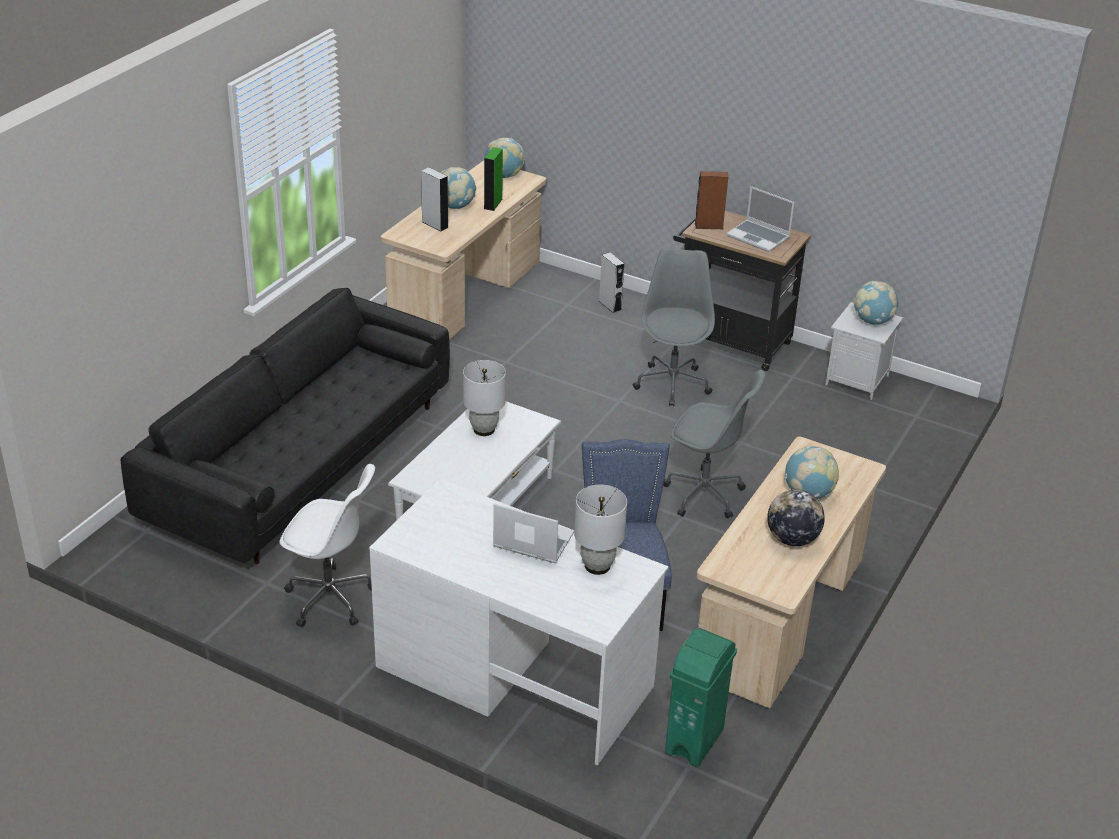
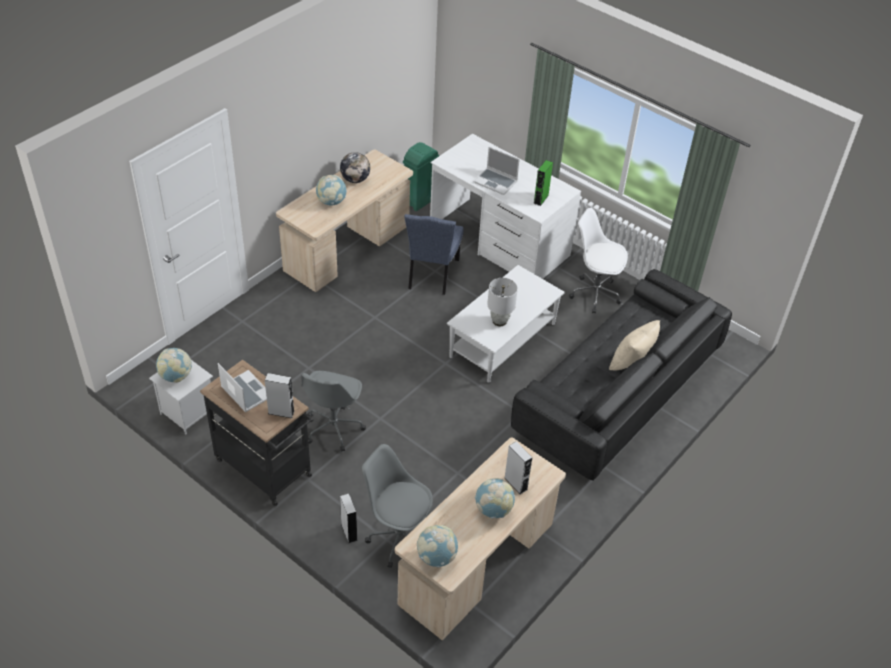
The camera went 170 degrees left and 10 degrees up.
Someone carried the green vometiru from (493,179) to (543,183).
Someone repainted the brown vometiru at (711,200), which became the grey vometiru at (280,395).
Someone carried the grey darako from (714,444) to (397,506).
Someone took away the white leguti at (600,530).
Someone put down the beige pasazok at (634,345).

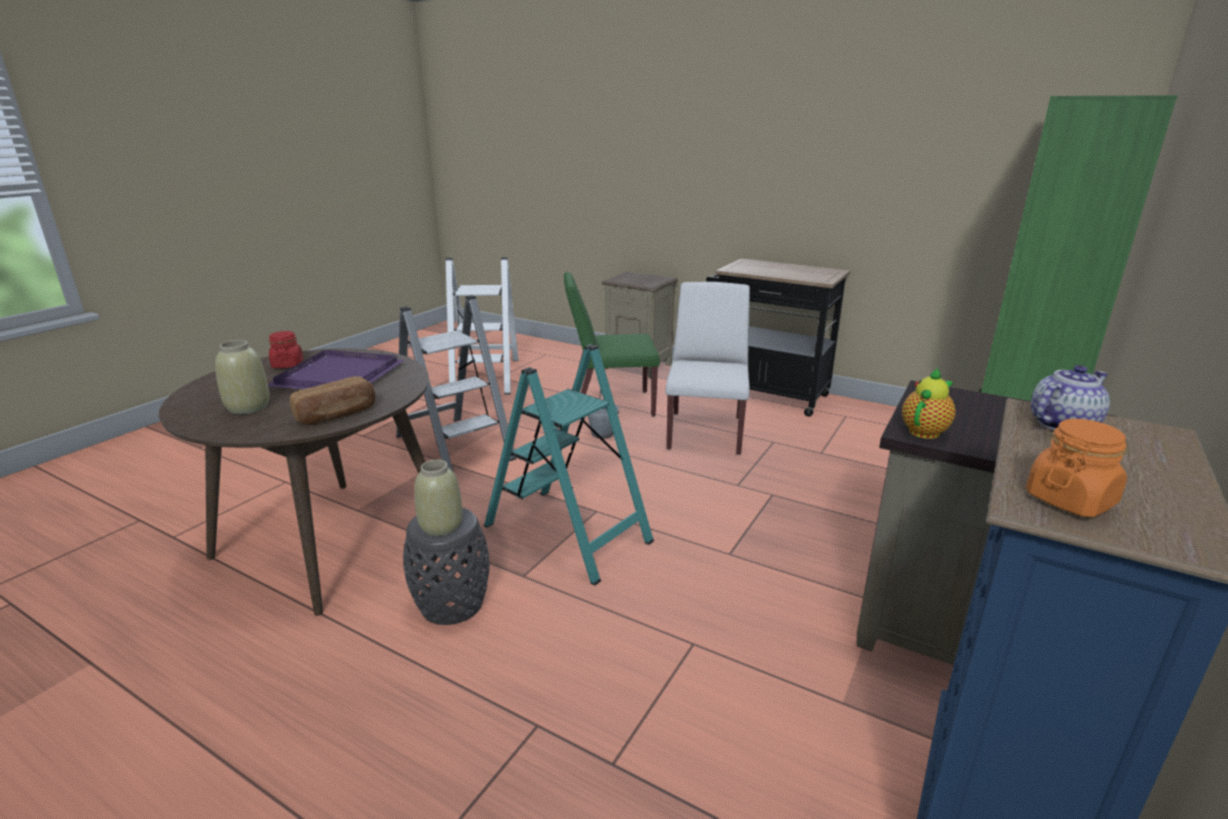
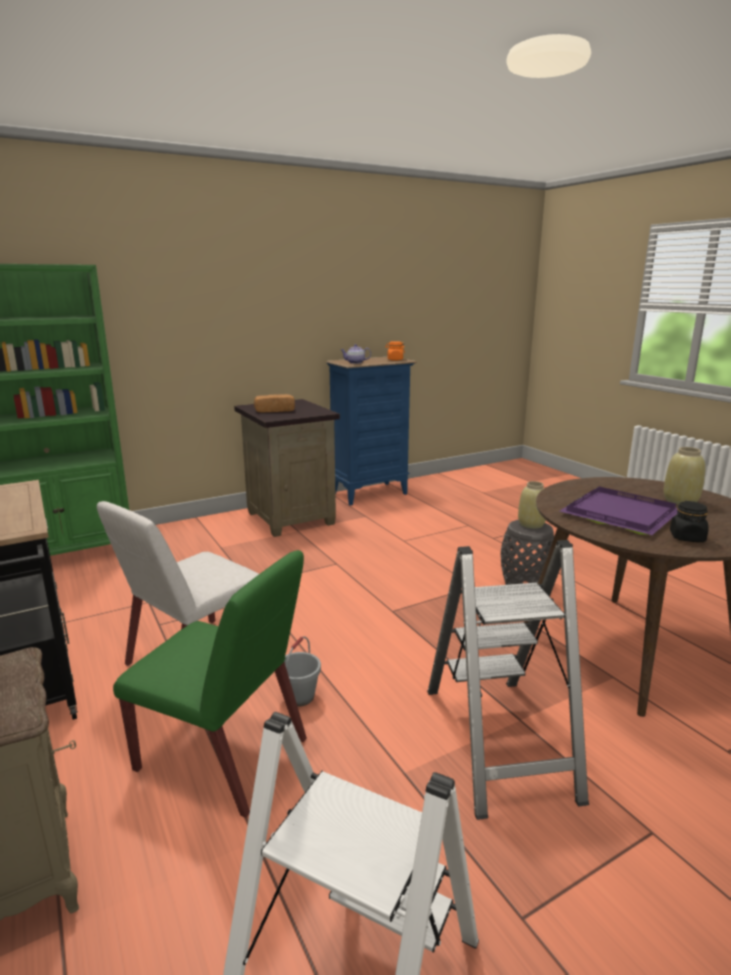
The camera went 150 degrees left and 5 degrees down.
Someone repainted the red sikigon at (286,349), which became the black sikigon at (689,521).
Someone took away the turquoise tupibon at (568,465).
Someone took away the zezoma at (929,403).
Someone carried the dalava from (333,400) to (274,403).

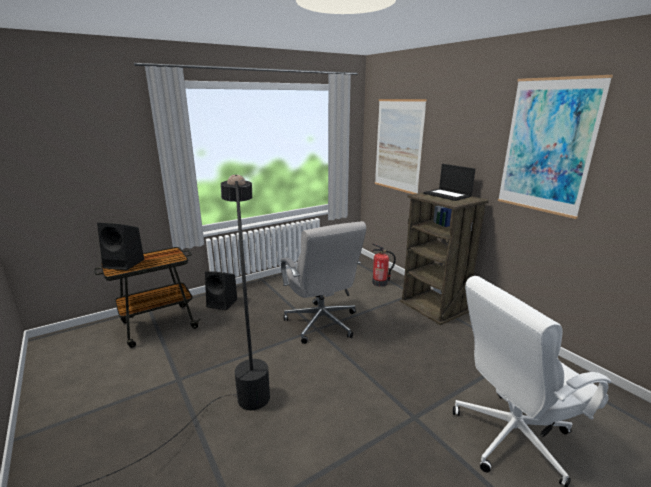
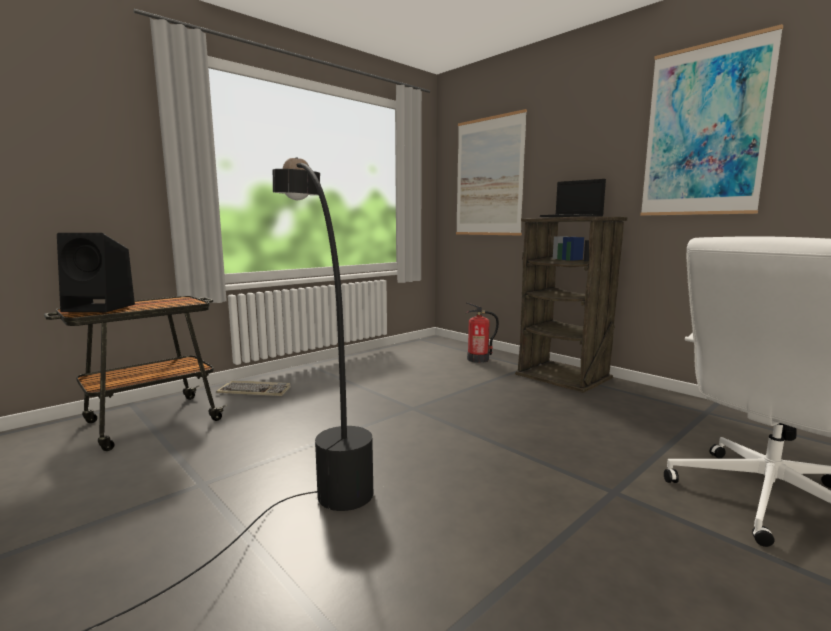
The camera went 10 degrees left and 10 degrees down.
Someone took away the grey darako at (323,282).
Someone swapped the black vometiru at (221,290) for the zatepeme at (253,388).

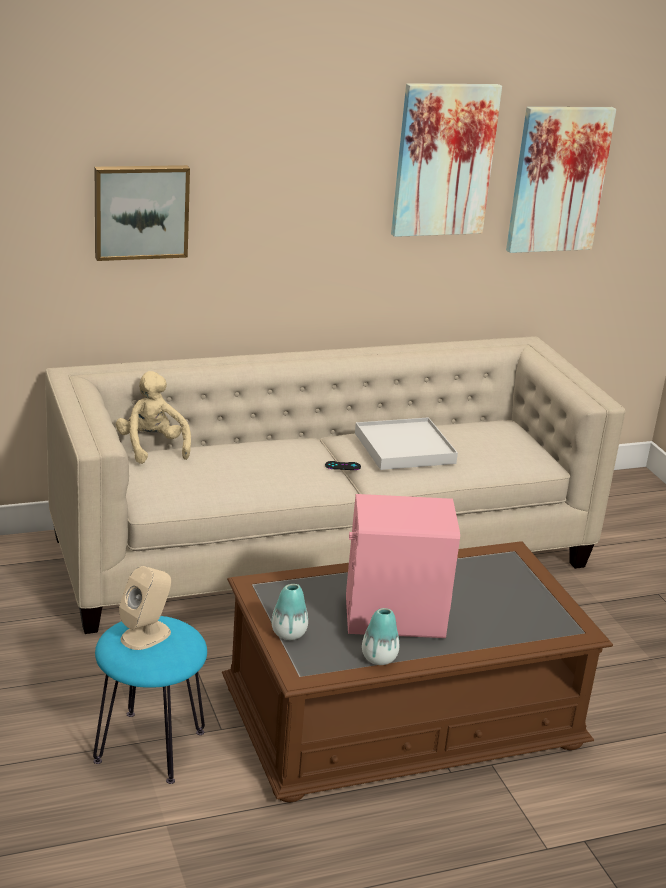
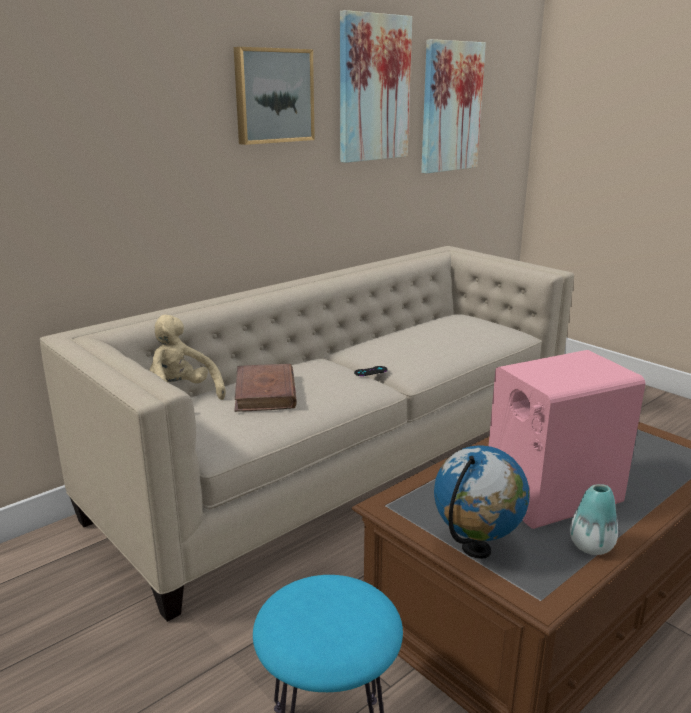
The camera went 20 degrees left and 5 degrees down.
Someone carried the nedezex from (142,213) to (274,96).
Someone took away the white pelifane at (406,443).
Someone took away the beige vometiru at (145,608).
Someone swapped the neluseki at (289,612) for the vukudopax at (481,502).
Someone put down the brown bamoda at (265,388).

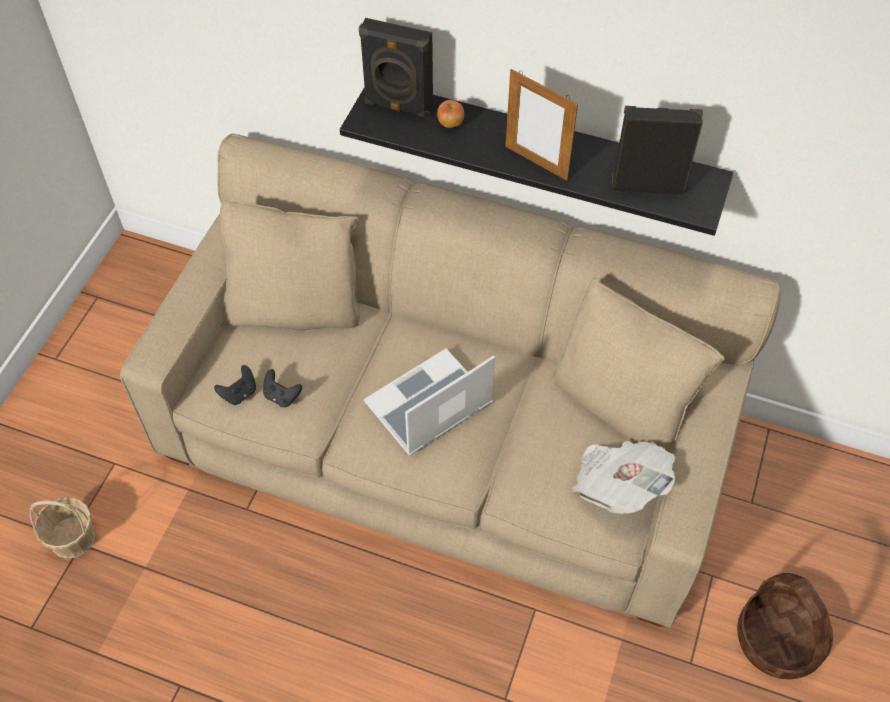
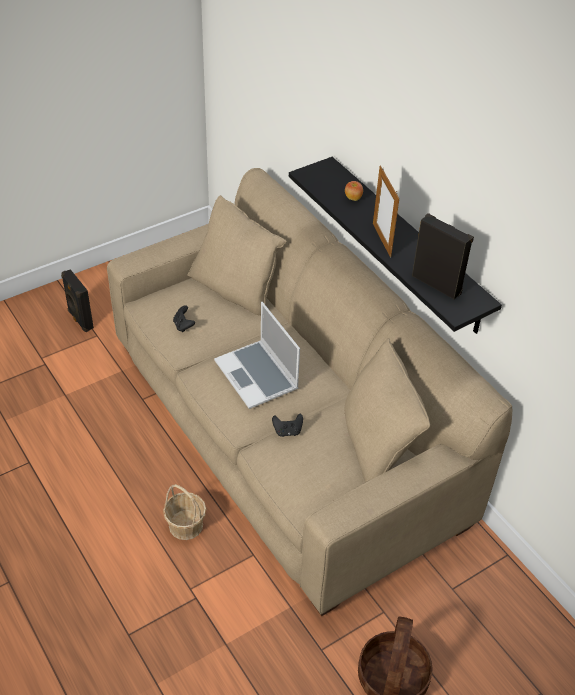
The camera went 35 degrees right and 10 degrees down.
Someone carried the black vometiru from (396,68) to (77,300).
Someone rotated the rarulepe at (429,402) by 120 degrees counterclockwise.
Someone carried the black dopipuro from (235,385) to (287,425).
Someone took away the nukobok at (624,477).
Someone carried the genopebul from (62,528) to (184,512).

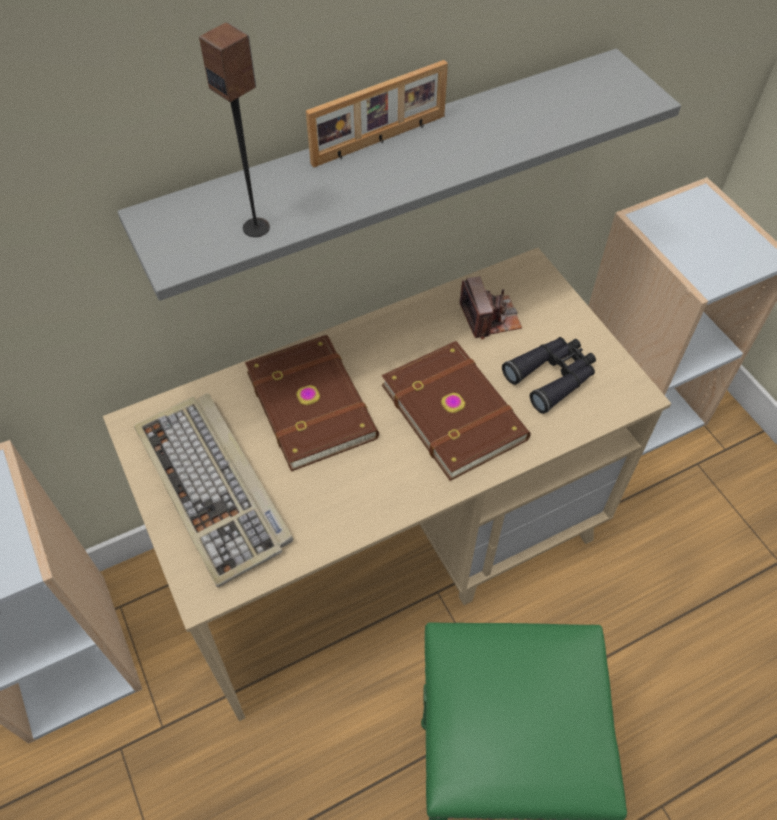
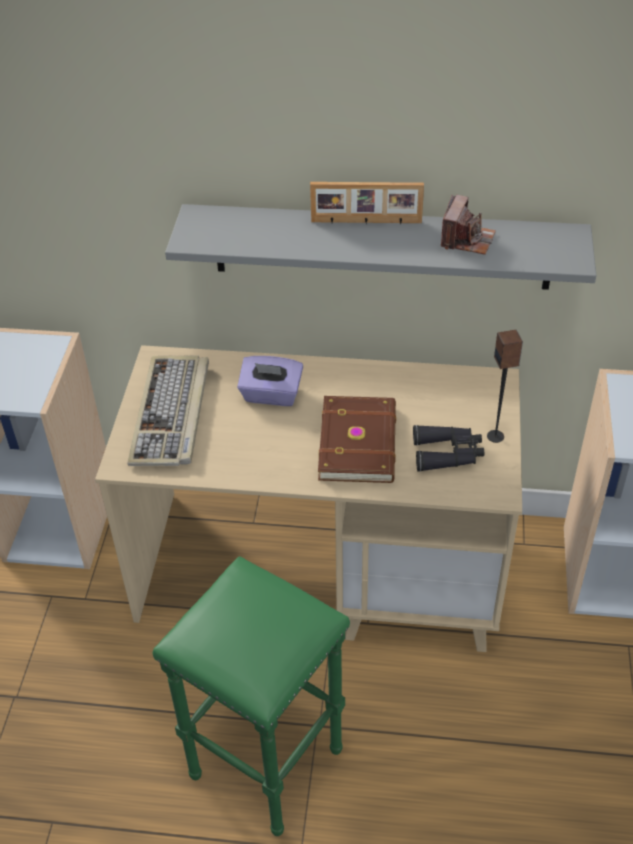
The camera went 35 degrees right and 10 degrees down.
Someone carried the vometiru from (234,129) to (505,386).
Someone carried the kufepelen from (490,307) to (468,224).
Someone swapped the brown bamoda at (312,403) for the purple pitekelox at (270,381).

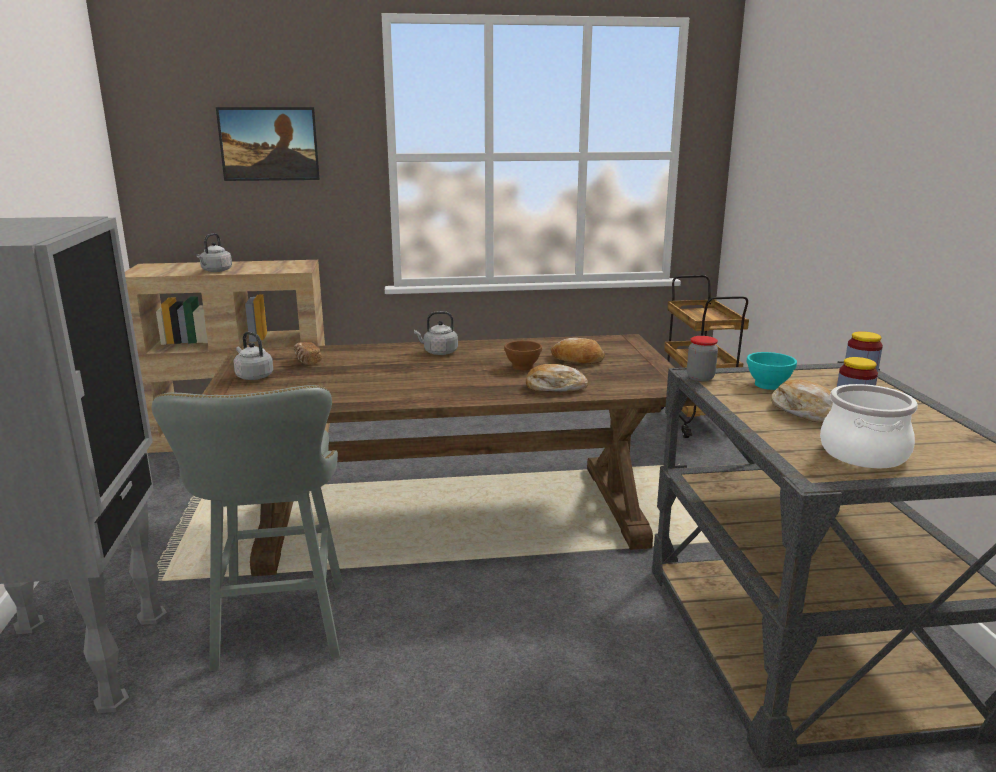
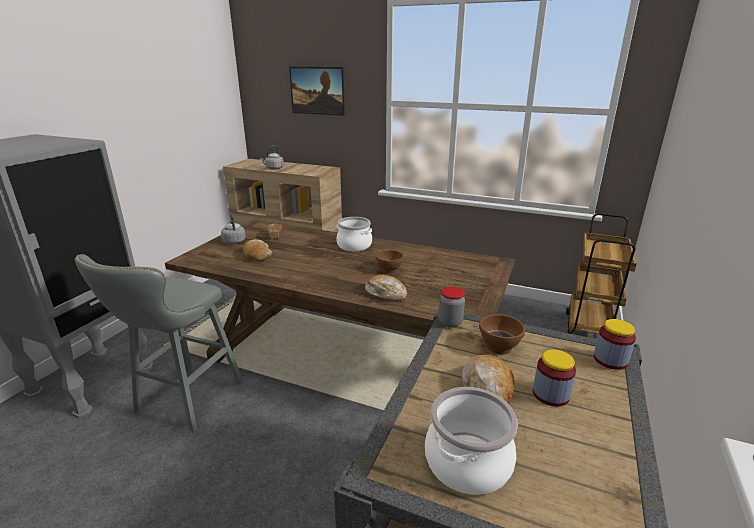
The camera went 30 degrees right and 5 degrees up.
Someone swapped the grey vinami at (436,333) for the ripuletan at (354,234).
Someone carried the dalava from (578,351) to (257,250).
Someone repainted the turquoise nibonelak at (772,371), which became the brown nibonelak at (502,334).

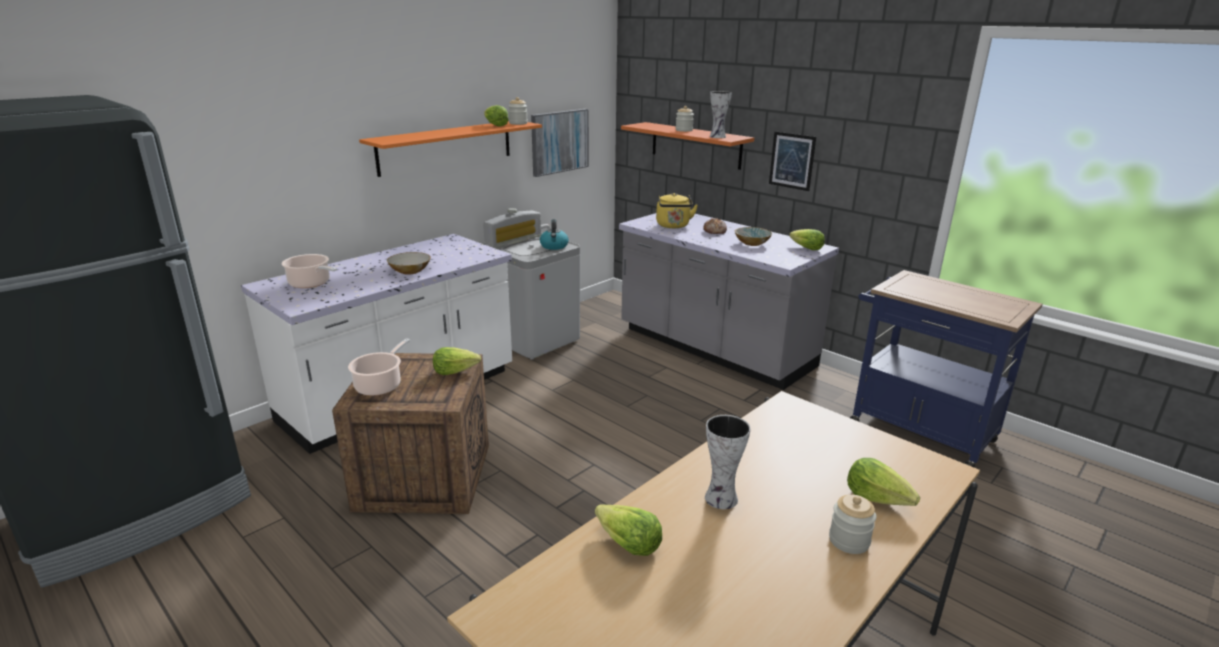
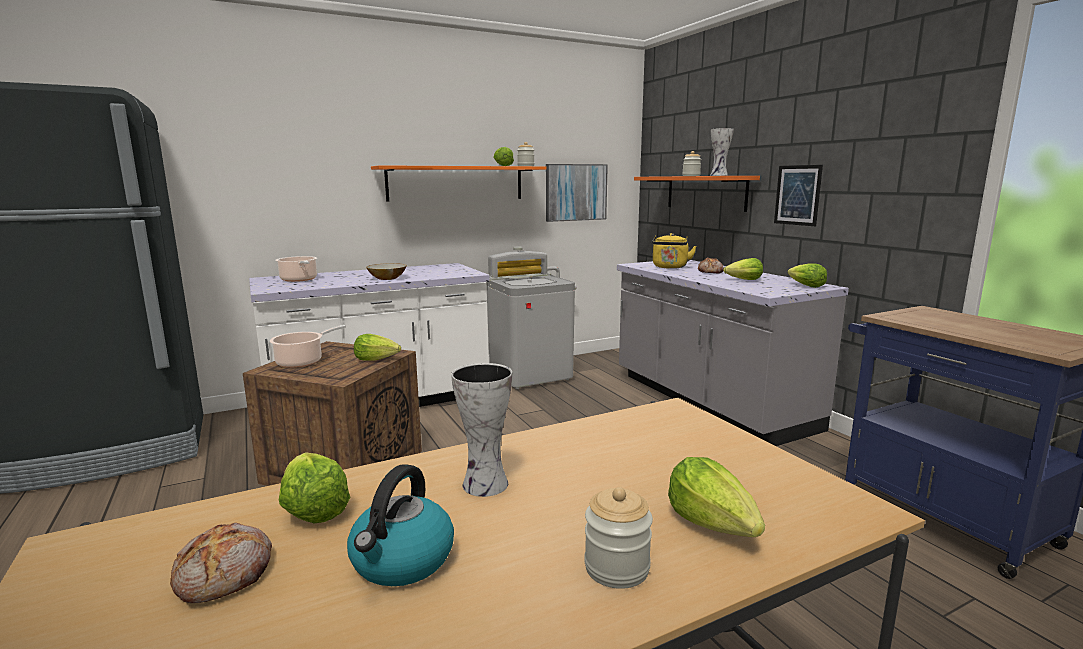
The camera went 20 degrees right and 10 degrees down.
Someone carried the vinami from (554,234) to (400,525).
Someone swapped the nibonelak at (753,236) for the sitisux at (743,269).
Someone put down the dalava at (221,563).

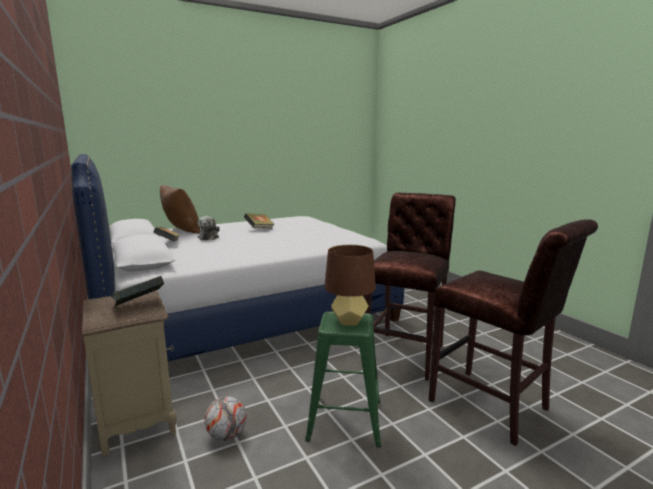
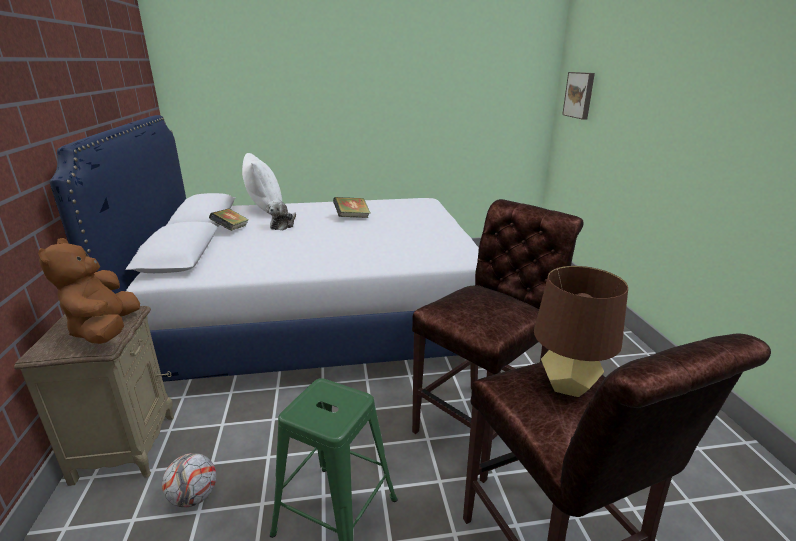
The camera went 20 degrees right and 10 degrees up.
Someone repainted the brown pasazok at (180,209), which became the white pasazok at (262,184).
Someone carried the brown leguti from (350,285) to (581,331).
Someone swapped the bamoda at (137,291) for the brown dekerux at (89,291).
Someone put up the nedezex at (578,96).

